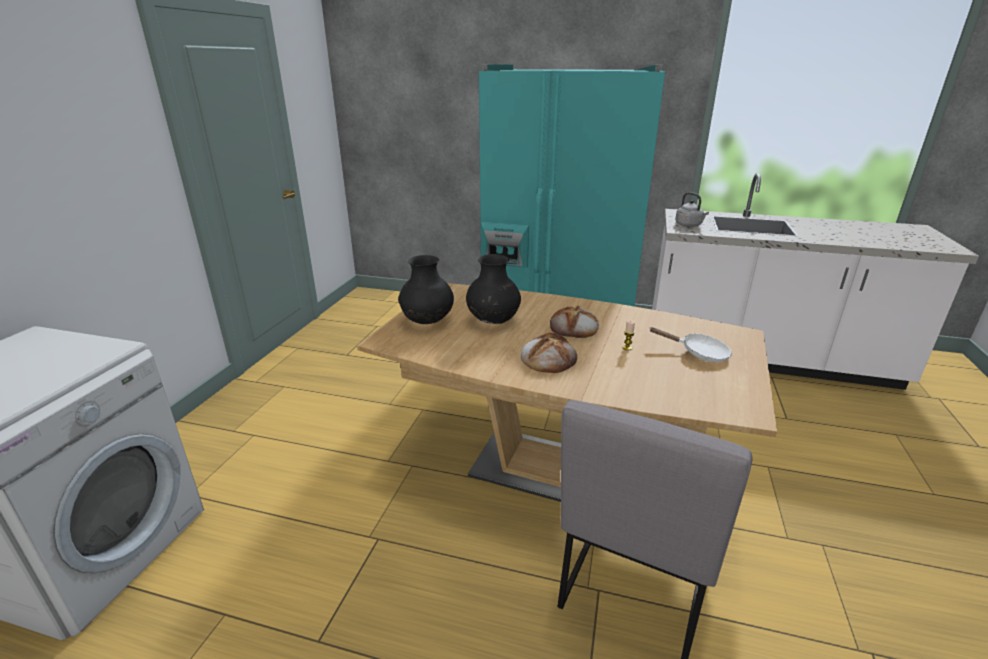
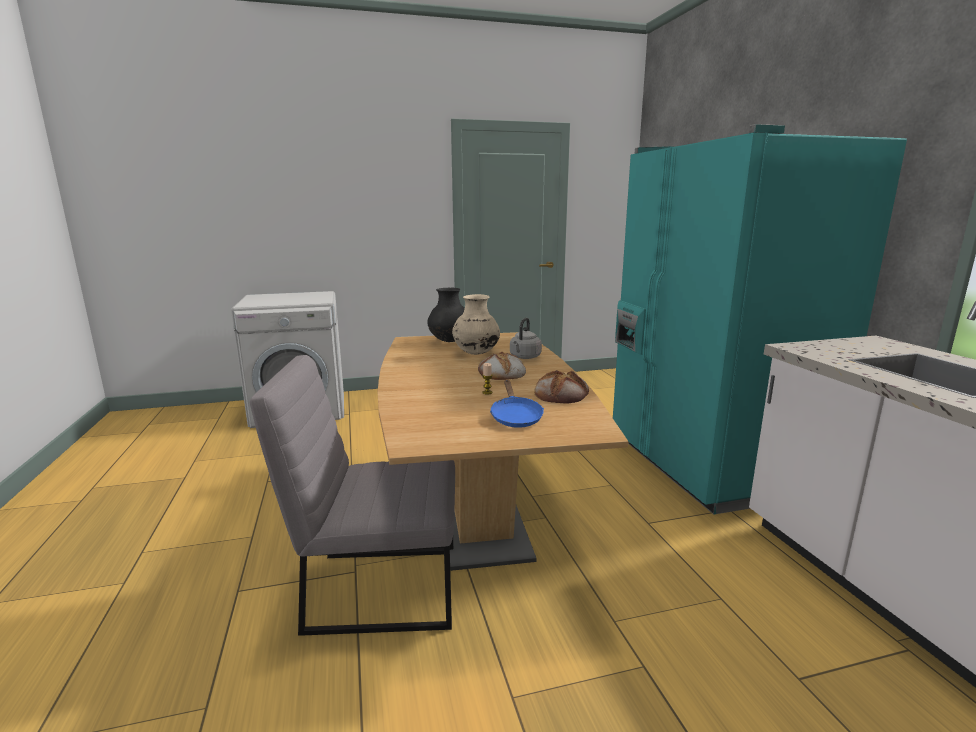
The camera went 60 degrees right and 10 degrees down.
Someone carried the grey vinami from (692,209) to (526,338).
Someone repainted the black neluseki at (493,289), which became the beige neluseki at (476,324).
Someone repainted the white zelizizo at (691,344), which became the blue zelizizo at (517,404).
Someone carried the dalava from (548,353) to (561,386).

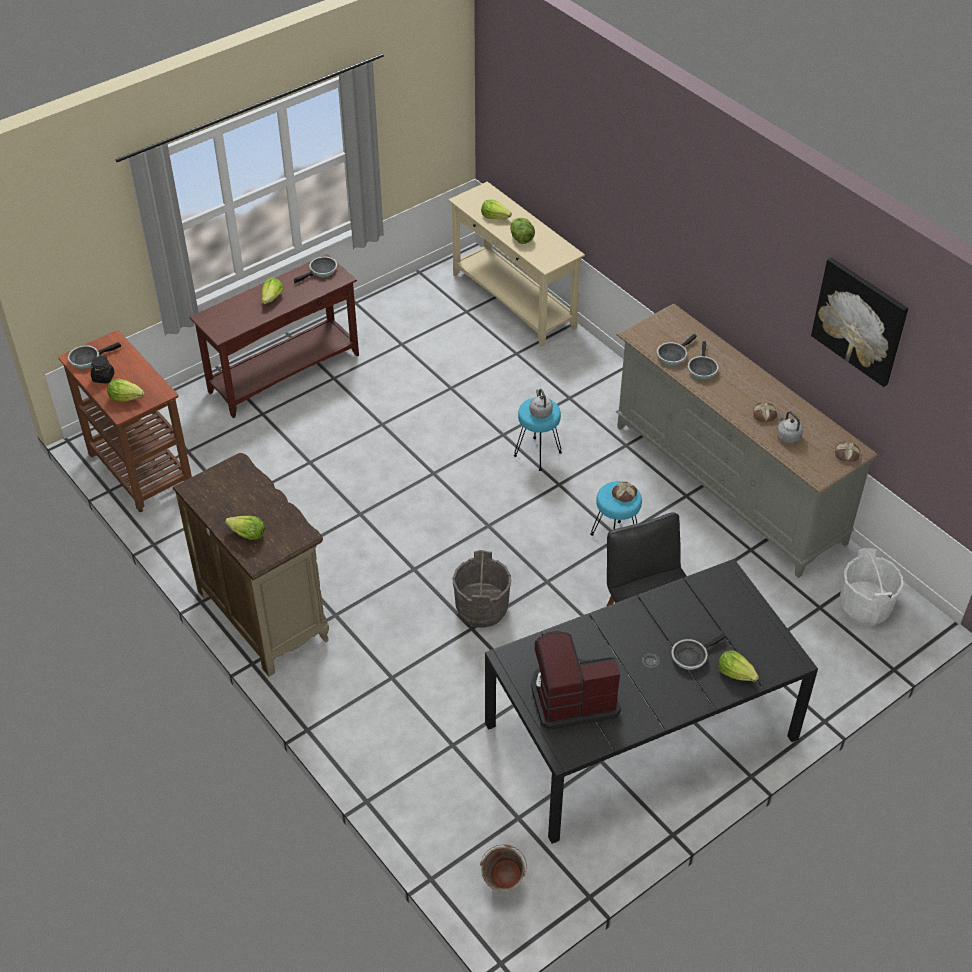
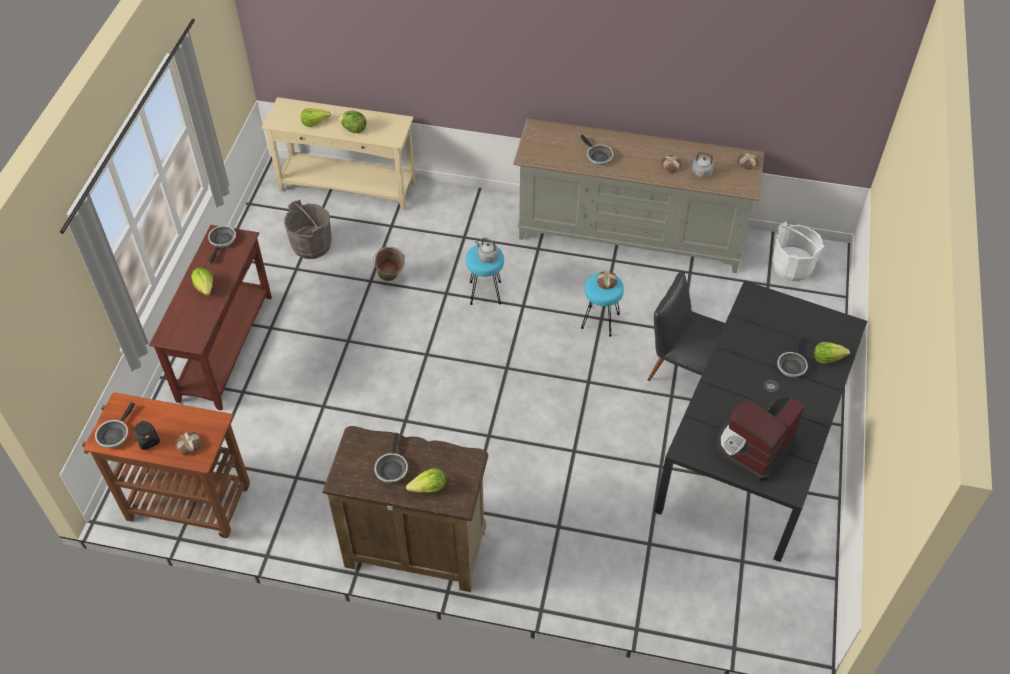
The camera went 40 degrees left and 5 degrees up.
Someone took away the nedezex at (859,322).
Someone carried the zelizizo from (677,349) to (391,458).
Someone swapped the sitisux at (126,389) for the dalava at (188,443).
Someone carried the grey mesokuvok from (482,589) to (308,229).
Someone carried the green mesokuvok from (503,868) to (389,264).

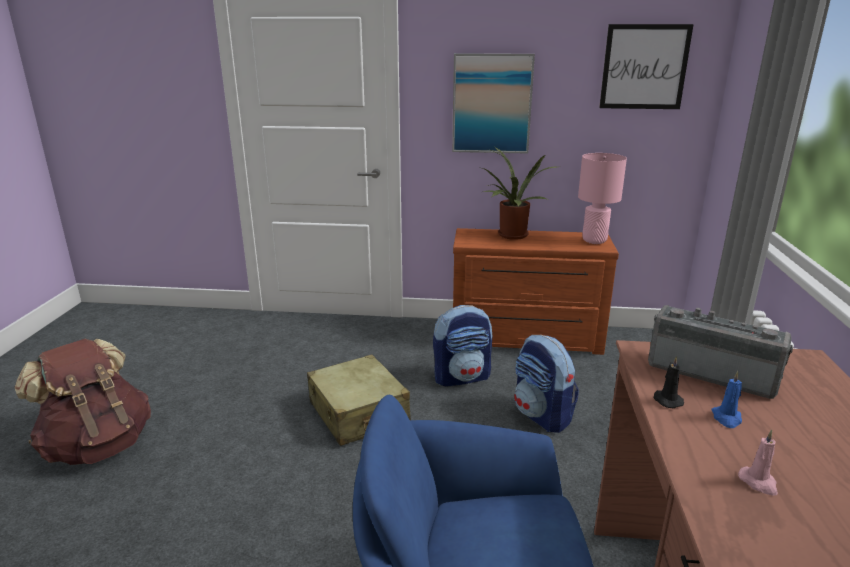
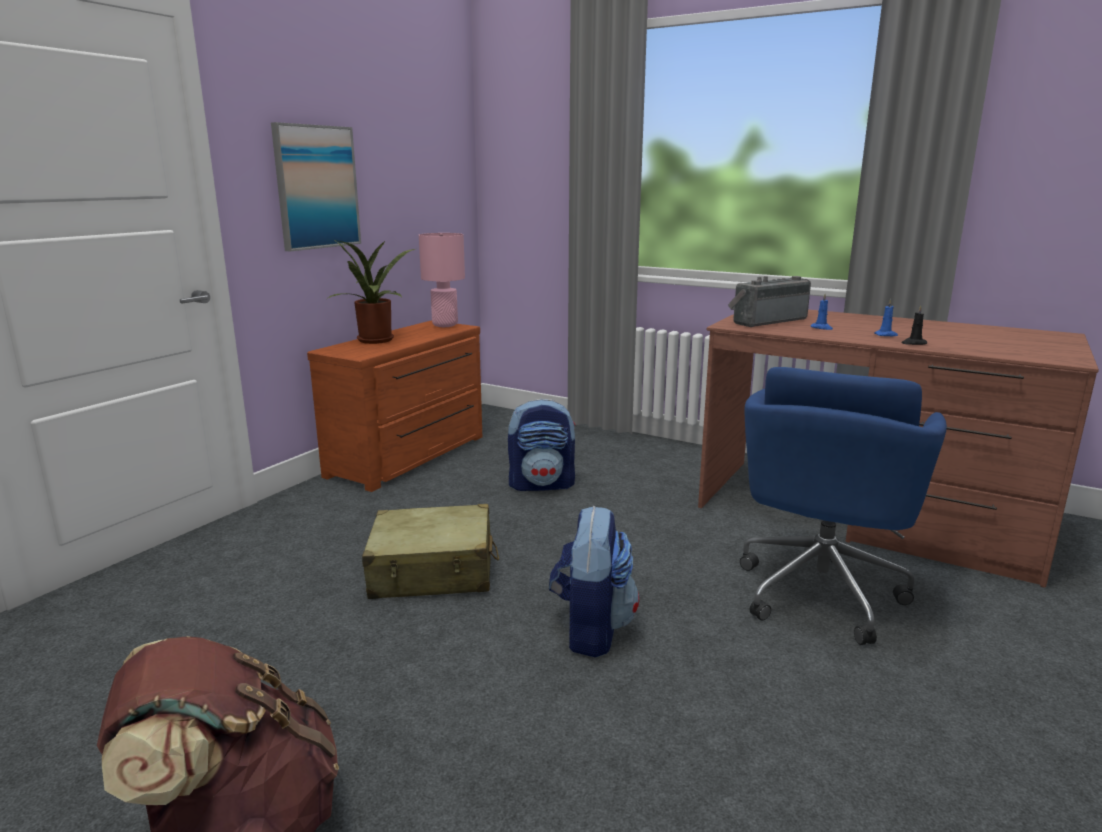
The camera went 65 degrees left and 5 degrees down.
Someone took away the nedezex at (646,66).
Someone carried the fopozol from (462,346) to (594,581).
Someone carried the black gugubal from (669,382) to (914,325).
Someone repainted the pink gugubal at (758,463), which became the blue gugubal at (886,317).

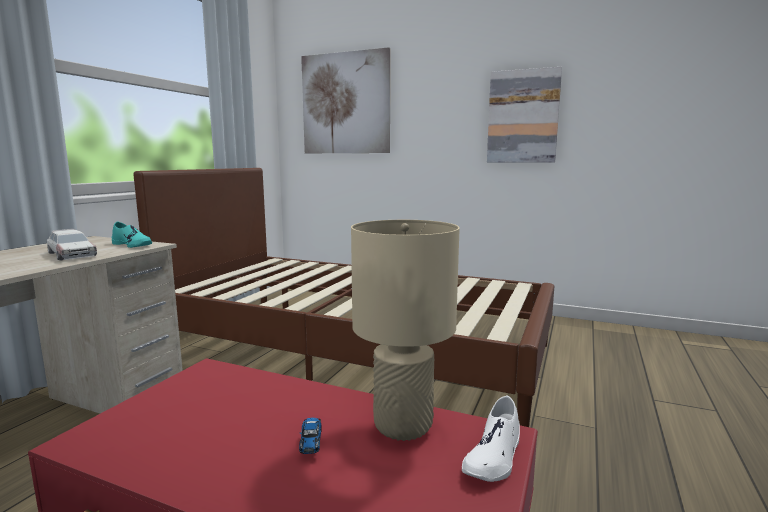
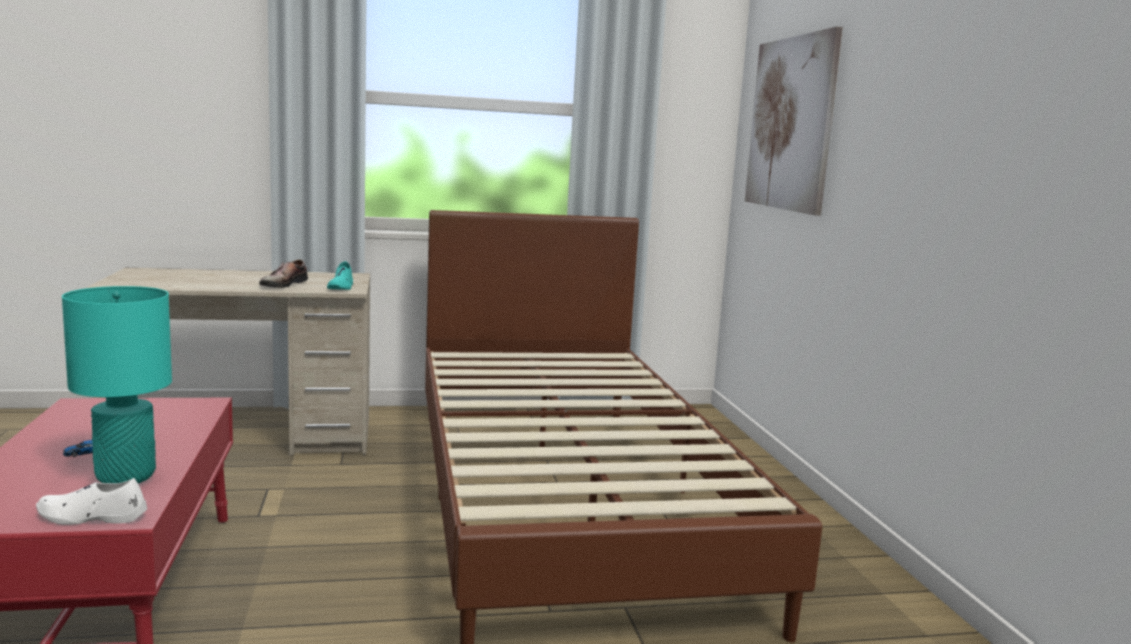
The camera went 55 degrees right and 0 degrees up.
Someone took away the nedezex at (524,115).
Someone repainted the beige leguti at (405,330), which became the turquoise leguti at (117,384).
Someone swapped the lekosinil at (72,244) for the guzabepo at (283,273).

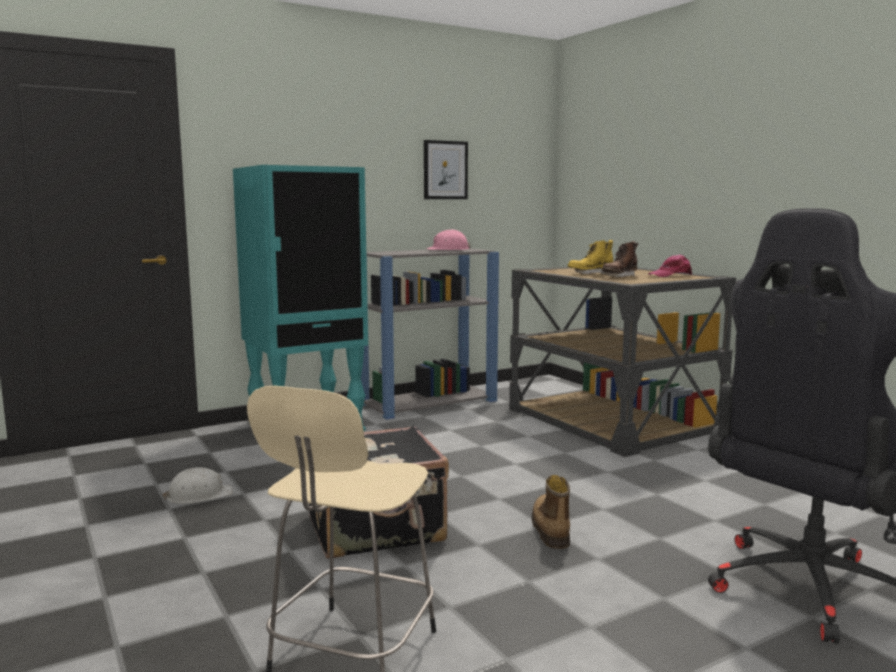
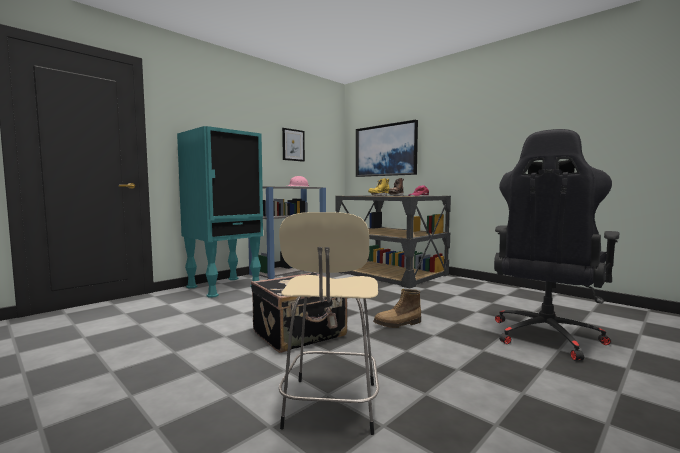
The camera went 15 degrees left and 5 degrees down.
Someone took away the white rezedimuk at (197,485).
Someone rotated the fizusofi at (551,512) by 90 degrees counterclockwise.
Someone put up the nedezex at (387,148).

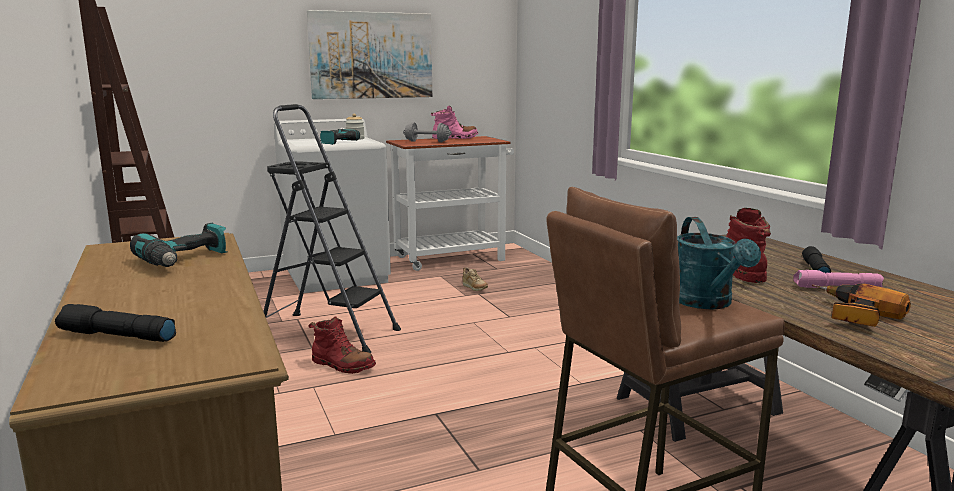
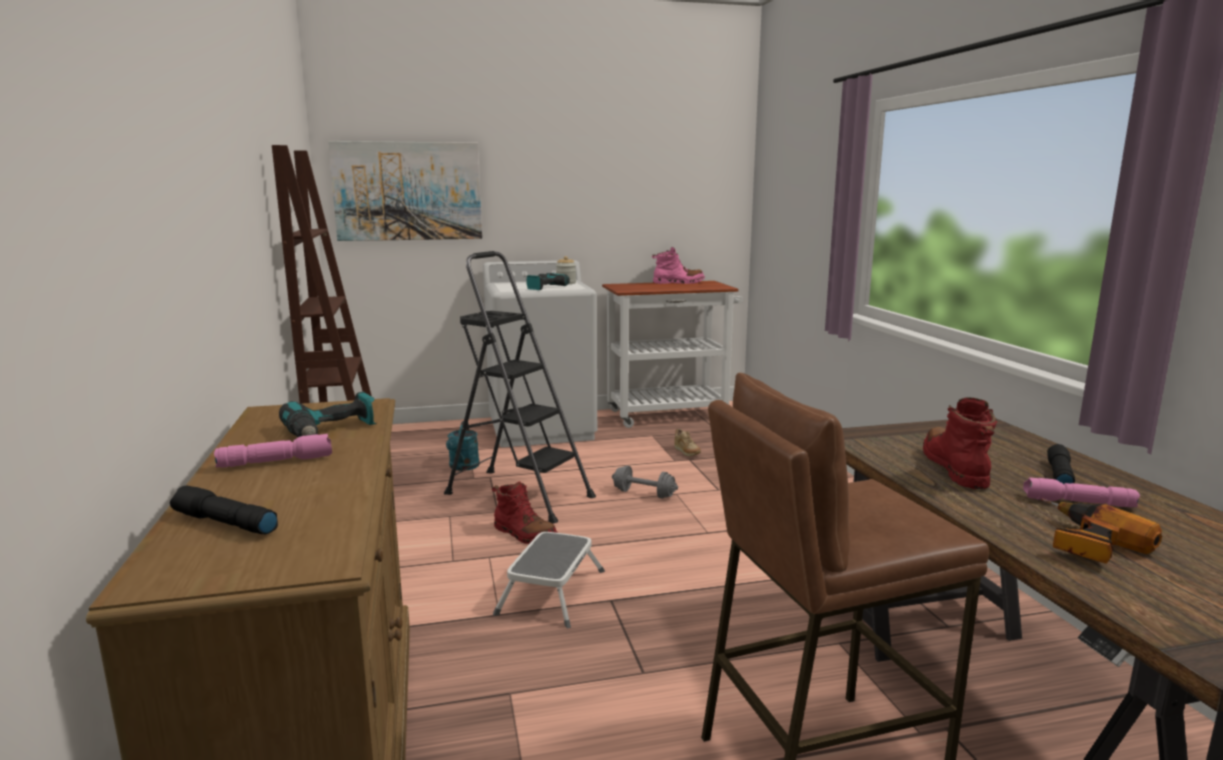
The camera went 10 degrees right and 0 degrees up.
Someone carried the nedezex from (369,54) to (405,191).
Someone carried the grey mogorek from (427,132) to (645,482).
Someone carried the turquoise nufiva from (719,263) to (463,446).
Someone put down the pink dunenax at (273,451).
Someone put down the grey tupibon at (549,580).

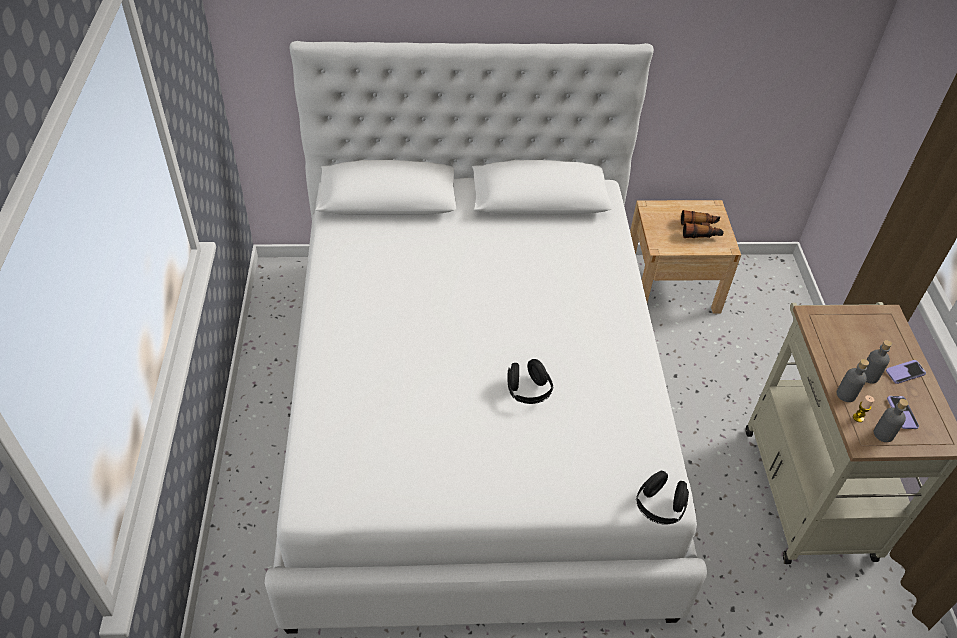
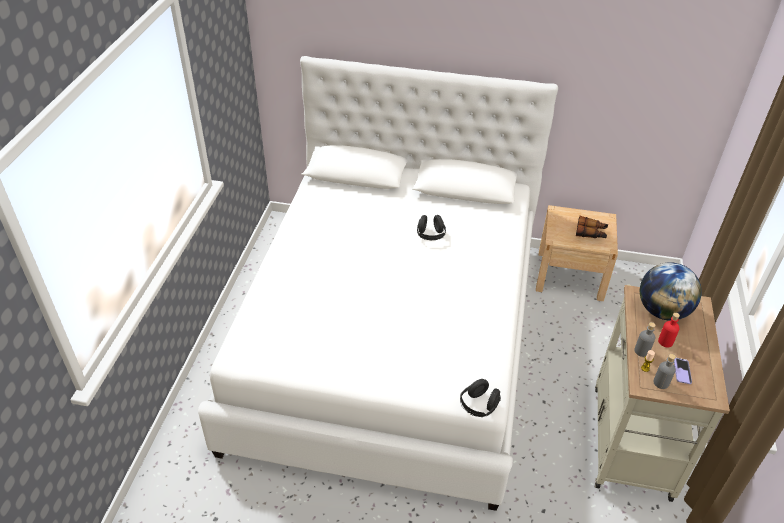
The camera went 15 degrees right and 5 degrees down.
Someone repainted the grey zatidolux at (878,362), which became the red zatidolux at (669,330).
Someone carried the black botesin from (530,381) to (431,227).
Someone took away the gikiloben at (906,372).
Someone put down the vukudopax at (671,291).

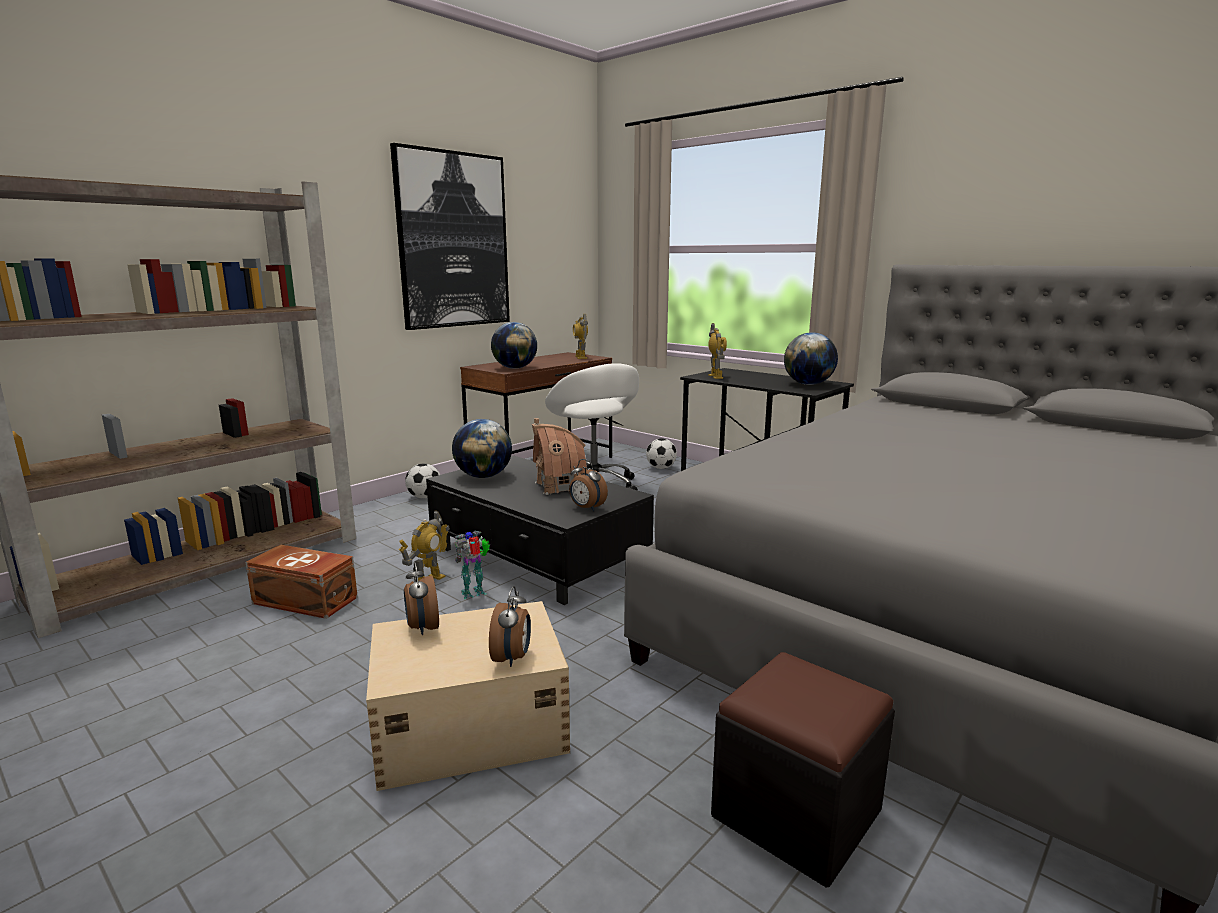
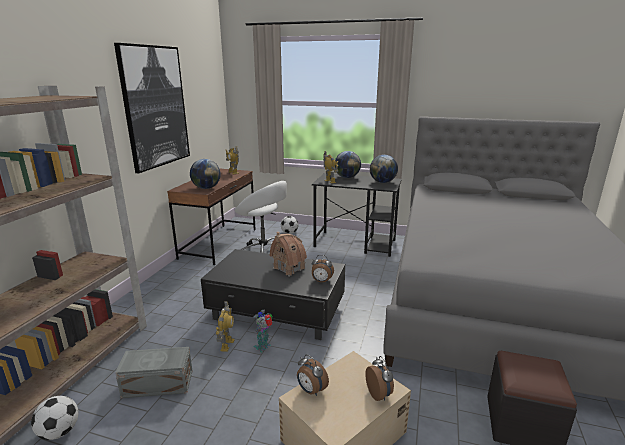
The camera went 25 degrees left and 5 degrees up.
Someone carried the vukudopax from (482,448) to (348,164).
Someone carried the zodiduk from (422,480) to (54,418).
Someone repainted the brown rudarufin at (301,582), which became the grey rudarufin at (153,372).

